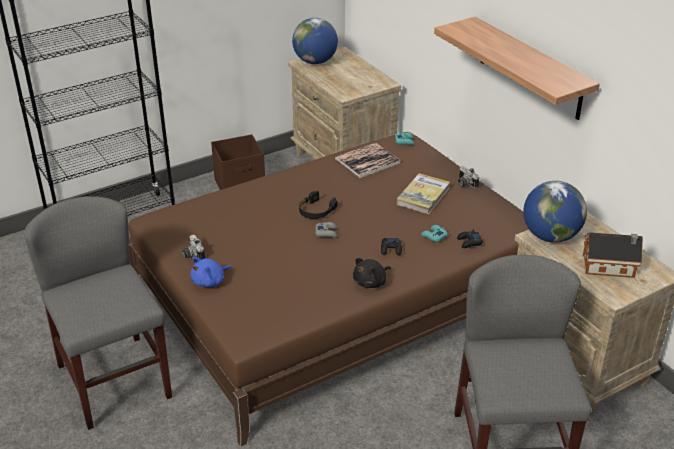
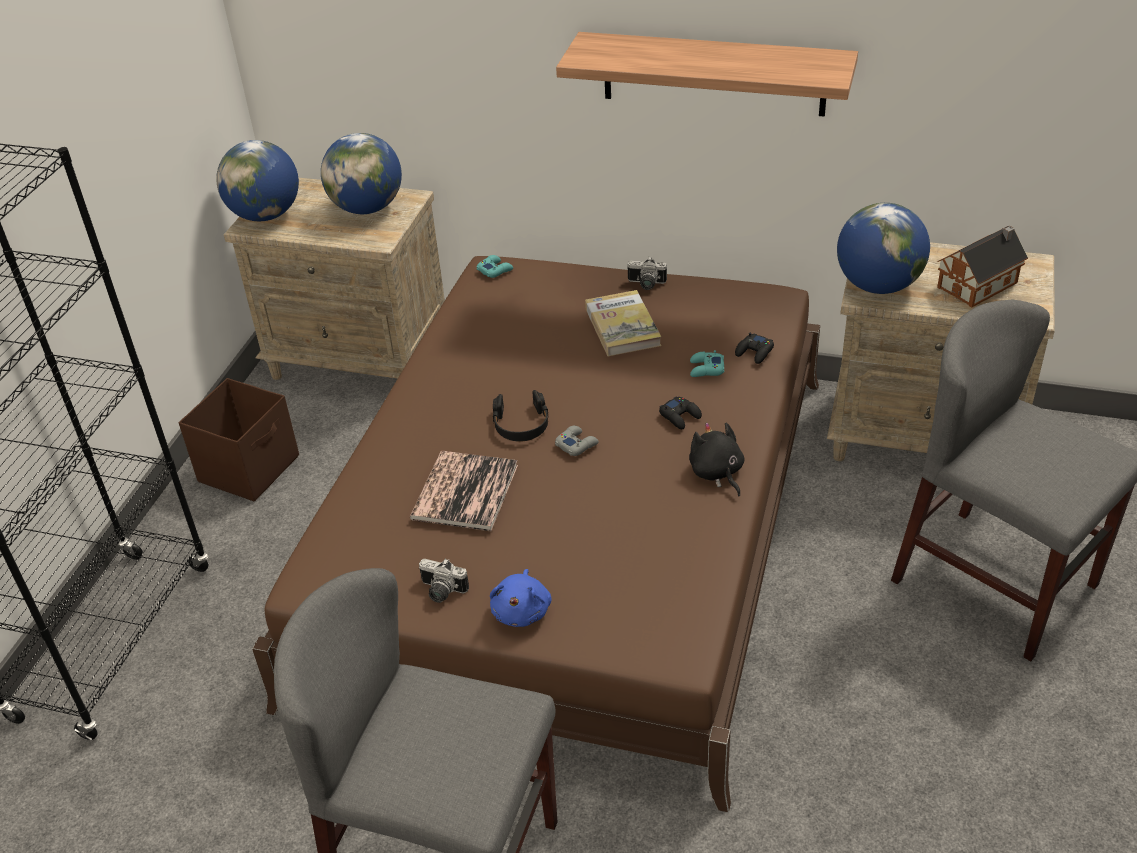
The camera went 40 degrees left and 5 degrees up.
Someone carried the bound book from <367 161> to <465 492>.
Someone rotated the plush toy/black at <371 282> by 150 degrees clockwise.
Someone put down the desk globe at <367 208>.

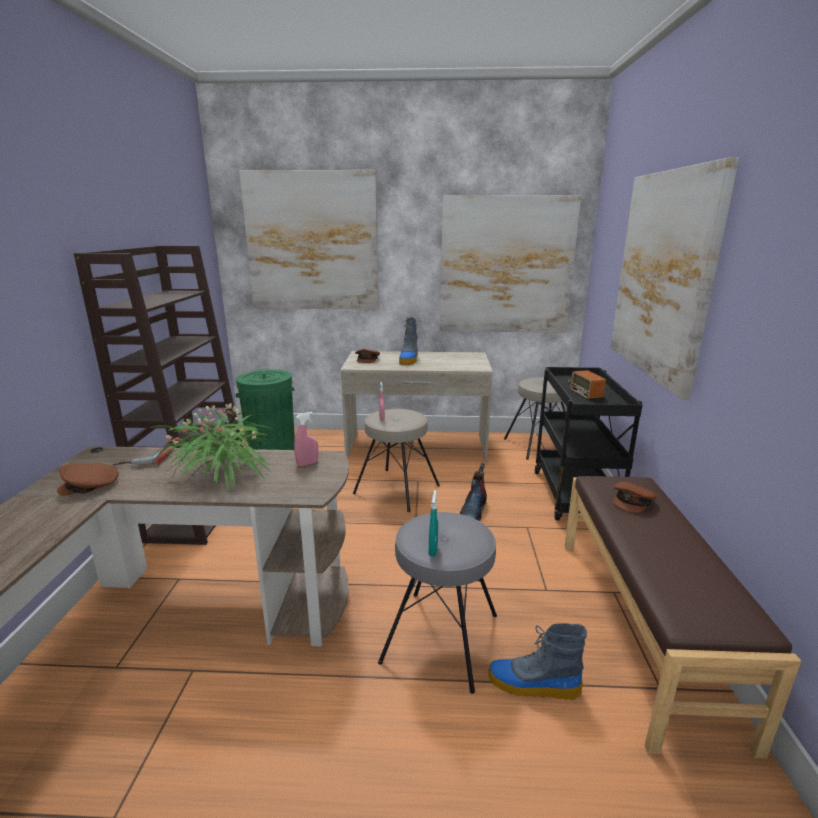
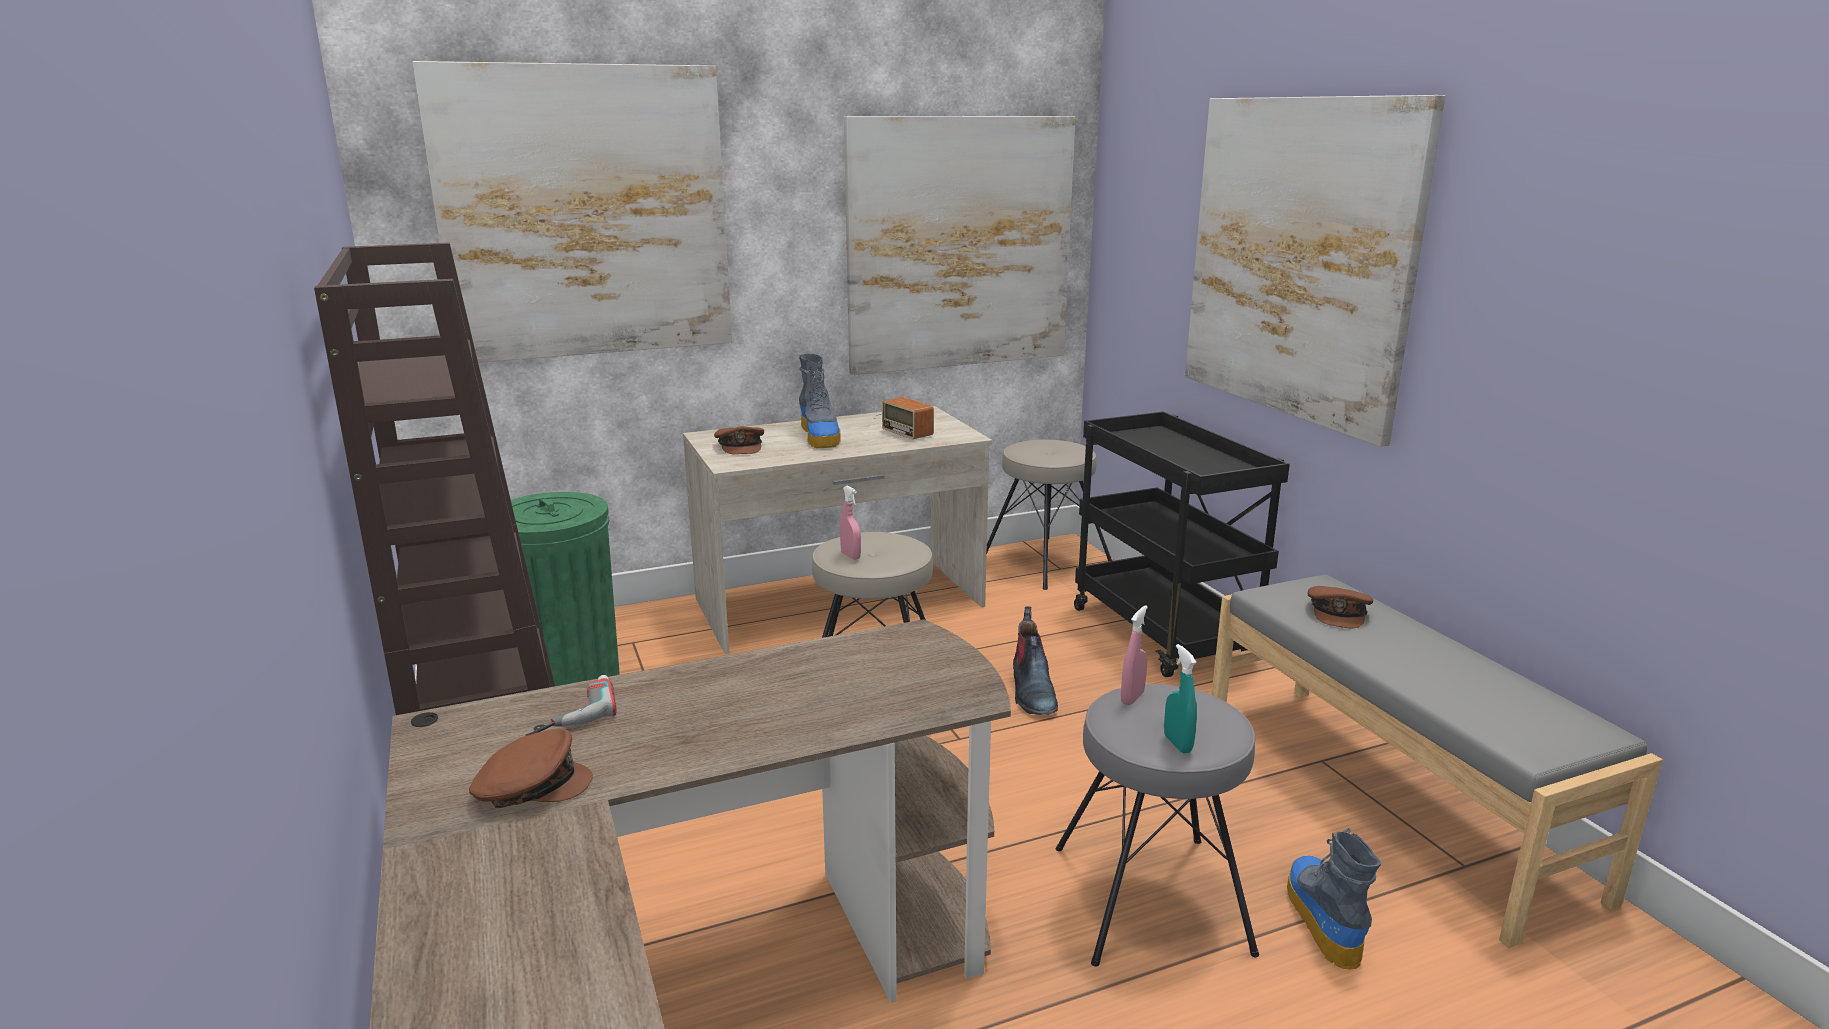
The camera went 25 degrees left and 0 degrees up.
Someone rotated the cap/brown at <90 486> by 150 degrees counterclockwise.
Someone took away the plant in a pot at <223 472>.
Someone carried the sprayer/pinkish from <307 464> to <1132 698>.
Someone rotated the boot at <532 685> by 105 degrees clockwise.
Someone repainted the indoor bench/brown at <642 626>, which became the indoor bench/greyish at <1389 796>.
Someone carried the radio receiver from <587 388> to <905 424>.

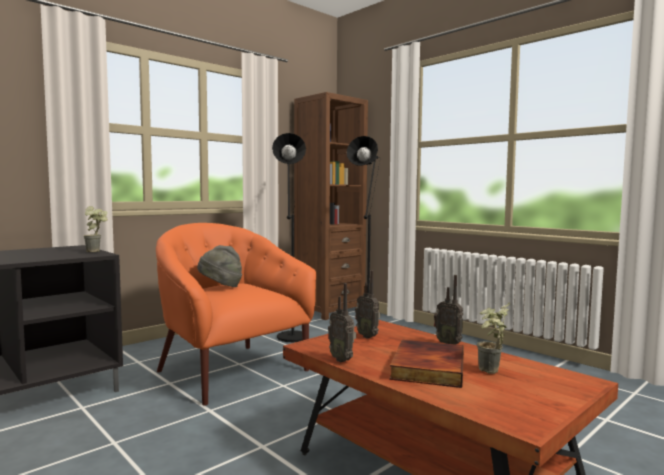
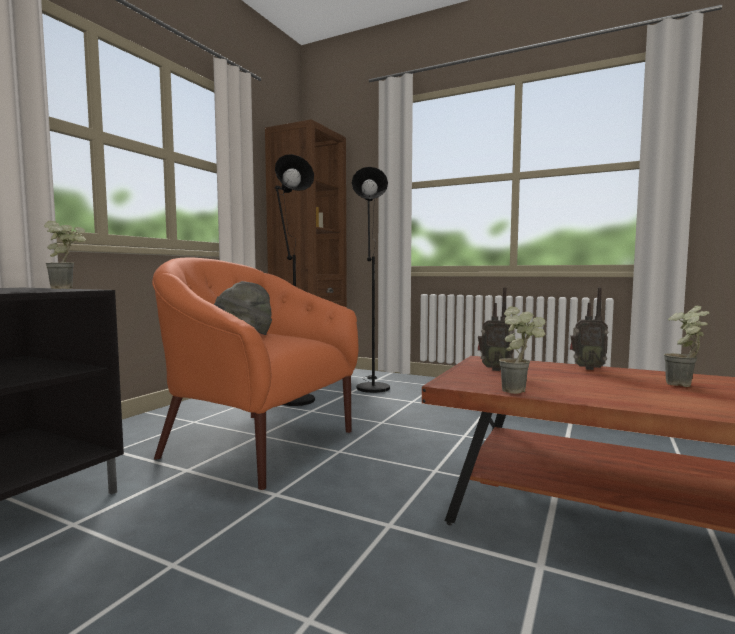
The camera went 20 degrees left and 0 degrees up.
Someone swapped the radio receiver at <342 359> for the plant in a pot at <520 391>.
Someone took away the bound book at <426 367>.

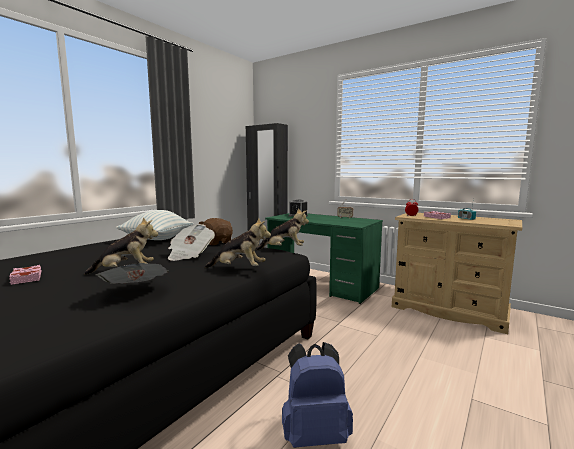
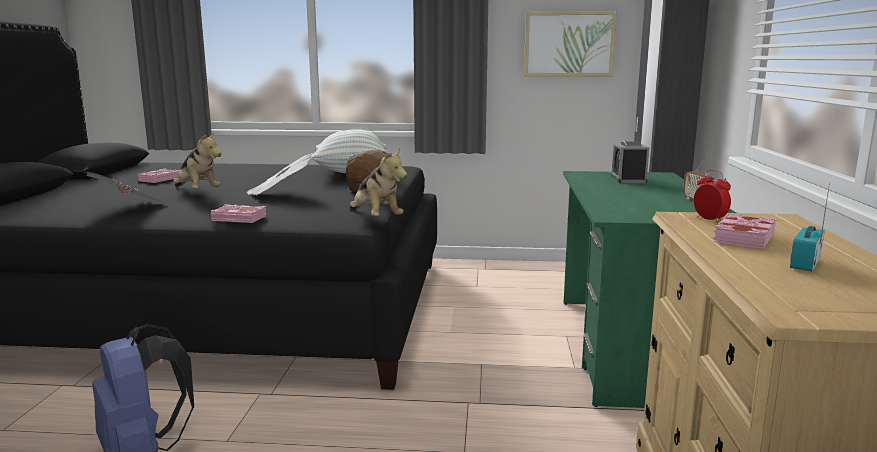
The camera went 60 degrees right and 5 degrees up.
Someone swapped the plush toy at <239 269> for the bound book/pinkish at <239 219>.
Someone put up the wall art at <568 44>.

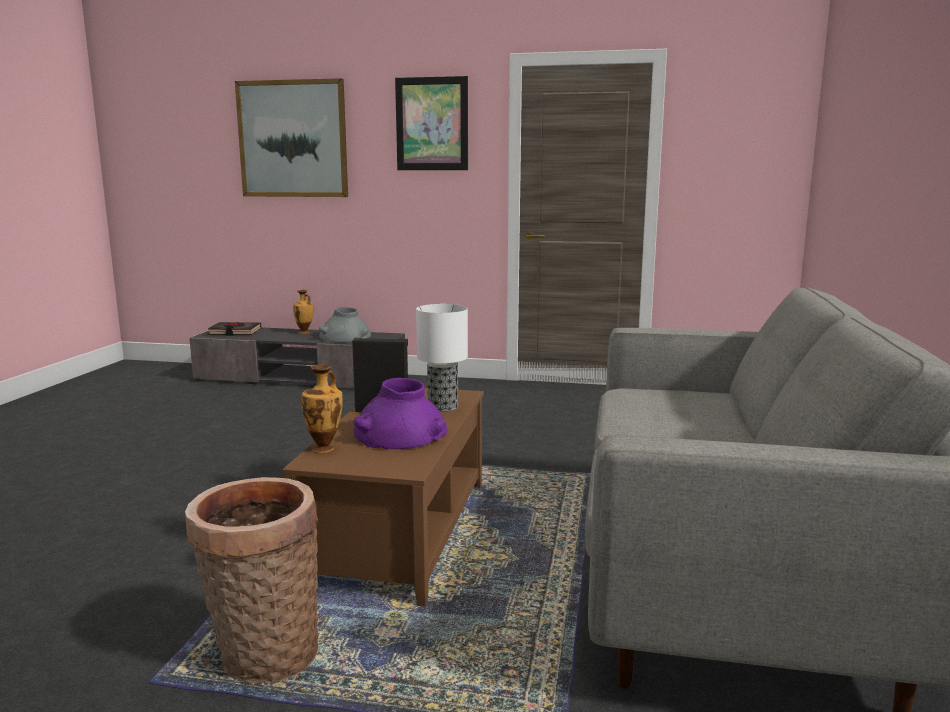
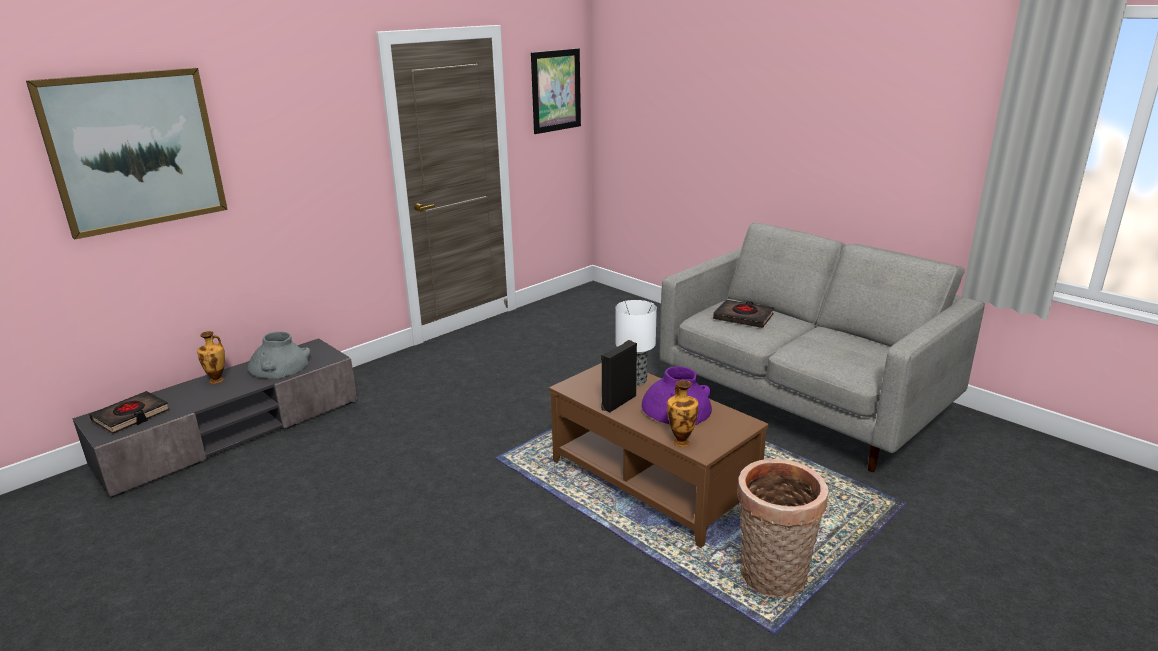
The camera went 55 degrees left and 10 degrees up.
Someone carried the wall art from <432 124> to <556 90>.
Someone put down the bound book/black at <743 317>.

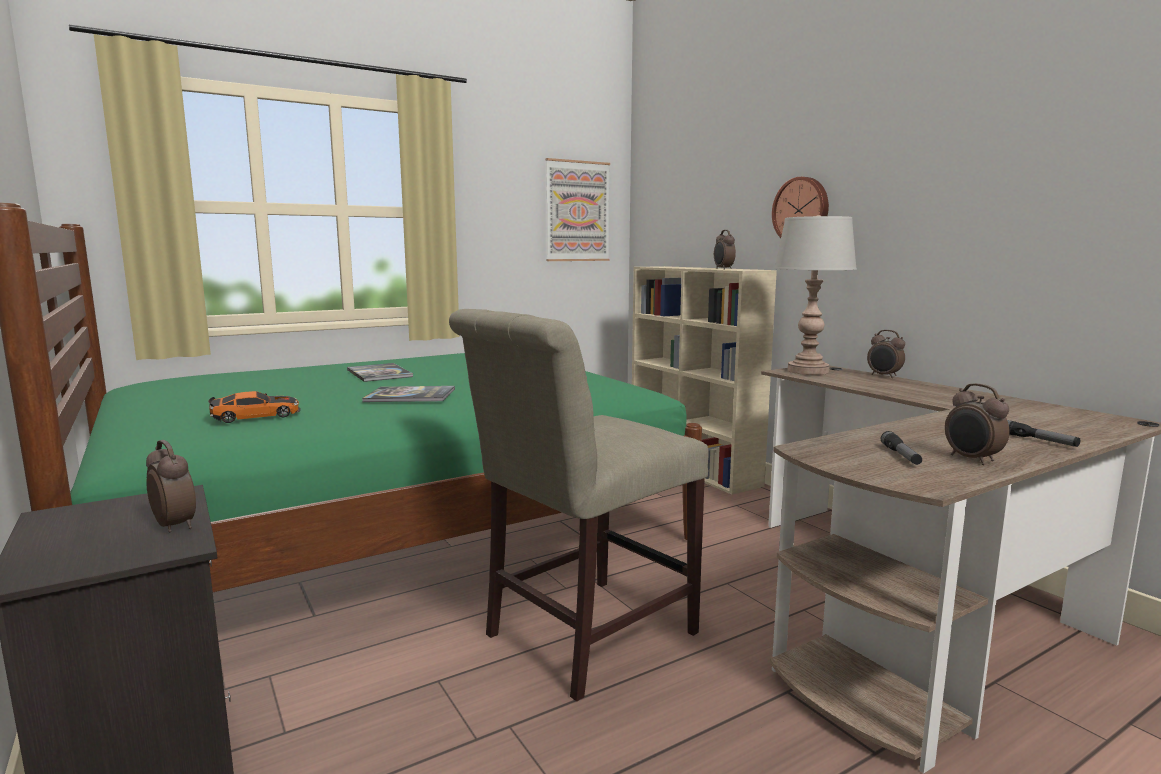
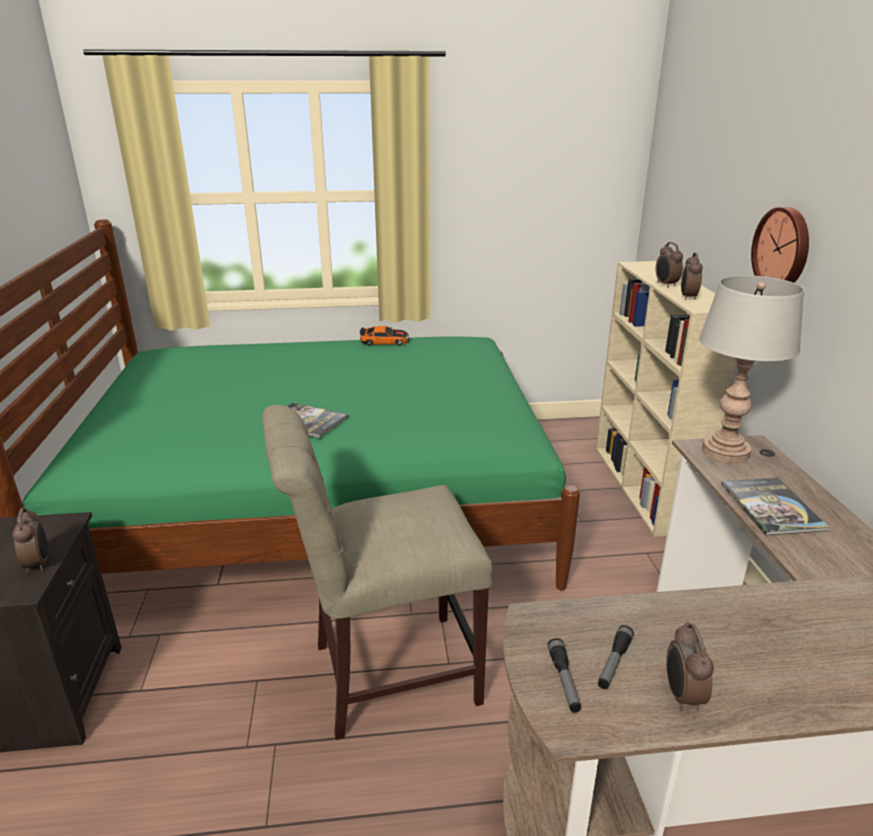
The camera went 25 degrees right and 15 degrees up.
Someone carried the model car from <256 415> to <384 341>.
Someone carried the bound book from <379 374> to <771 507>.
Someone took away the wall art at <577 211>.
Someone carried the alarm clock from <884 376> to <665 285>.
Someone carried the flashlight from <1037 440> to <564 680>.

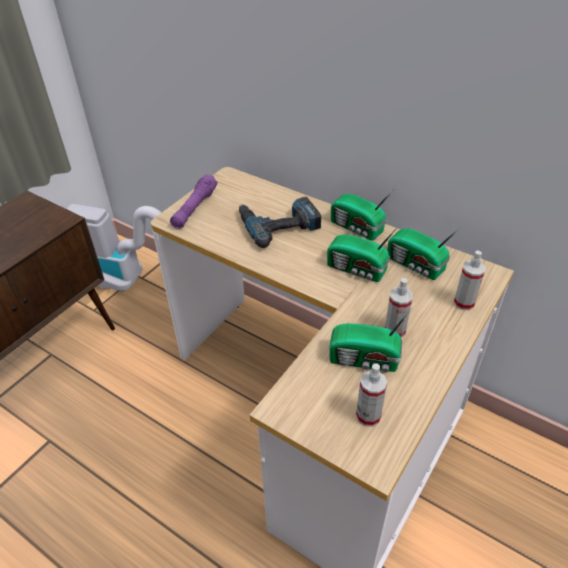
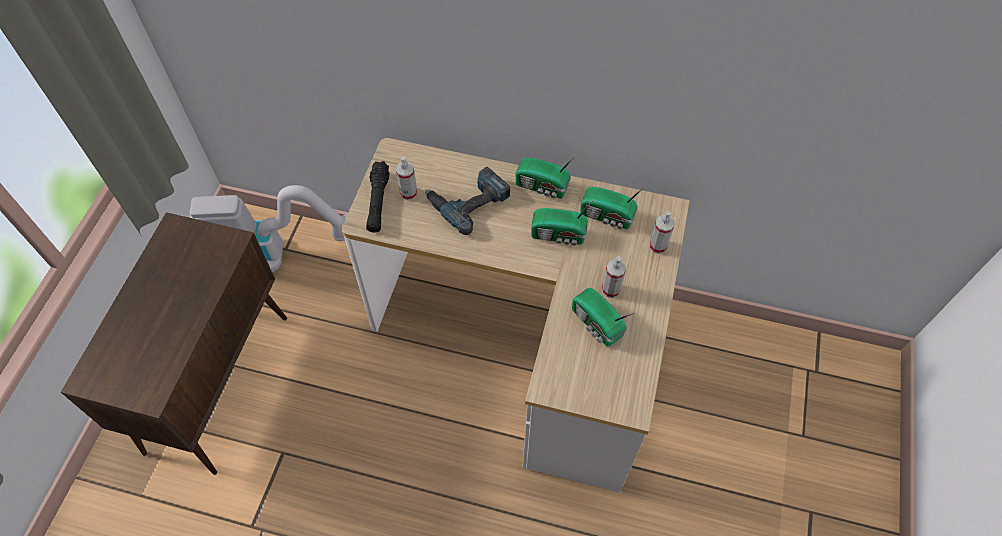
The camera went 20 degrees left and 15 degrees up.
Someone repainted the flashlight/purple-coloured at <194 208>, which became the flashlight/black at <378 202>.
Someone rotated the radio receiver at <365 360> by 60 degrees clockwise.
Someone carried the sprayer from <368 416> to <408 193>.

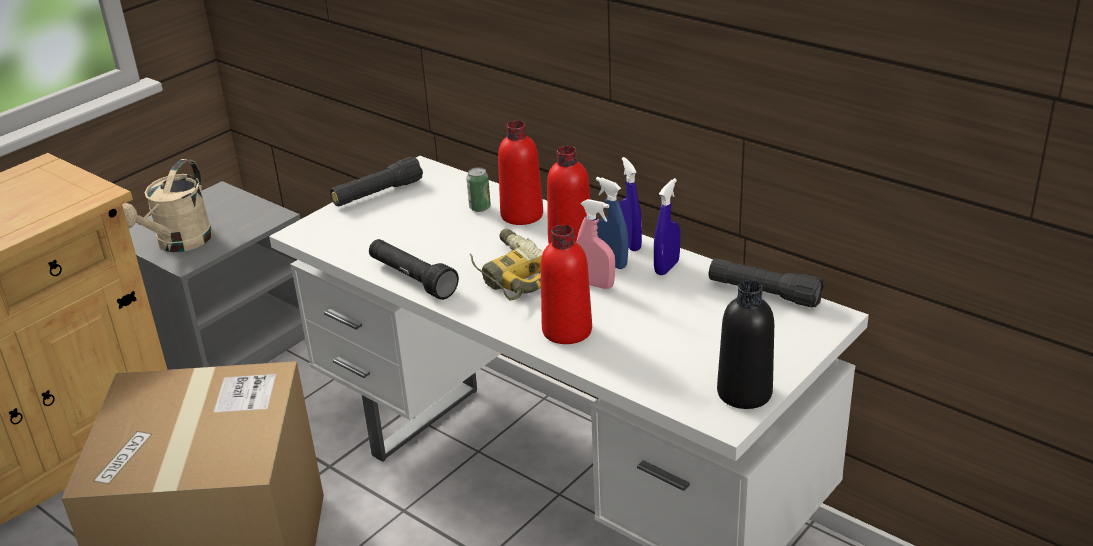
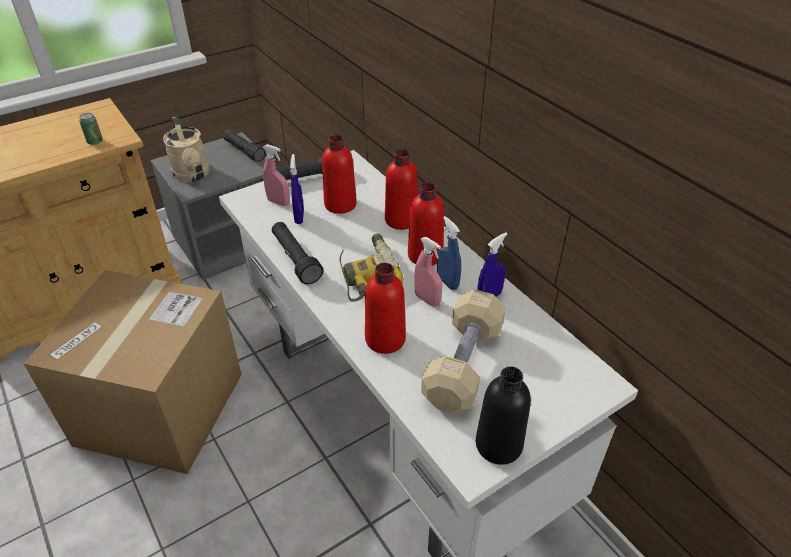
The camera went 15 degrees right and 10 degrees up.
Someone rotated the watering can/beige at <179 244> by 60 degrees counterclockwise.
Someone carried the sealed can from <480 208> to <95 142>.
Someone carried the sprayer/blue from <630 244> to <299 217>.
Someone carried the flashlight/black from <764 293> to <244 151>.
Someone put down the sprayer/pinkish at <278 202>.
Someone put down the bottle/red at <340 204>.
Someone put down the free weight/beige at <463 364>.

